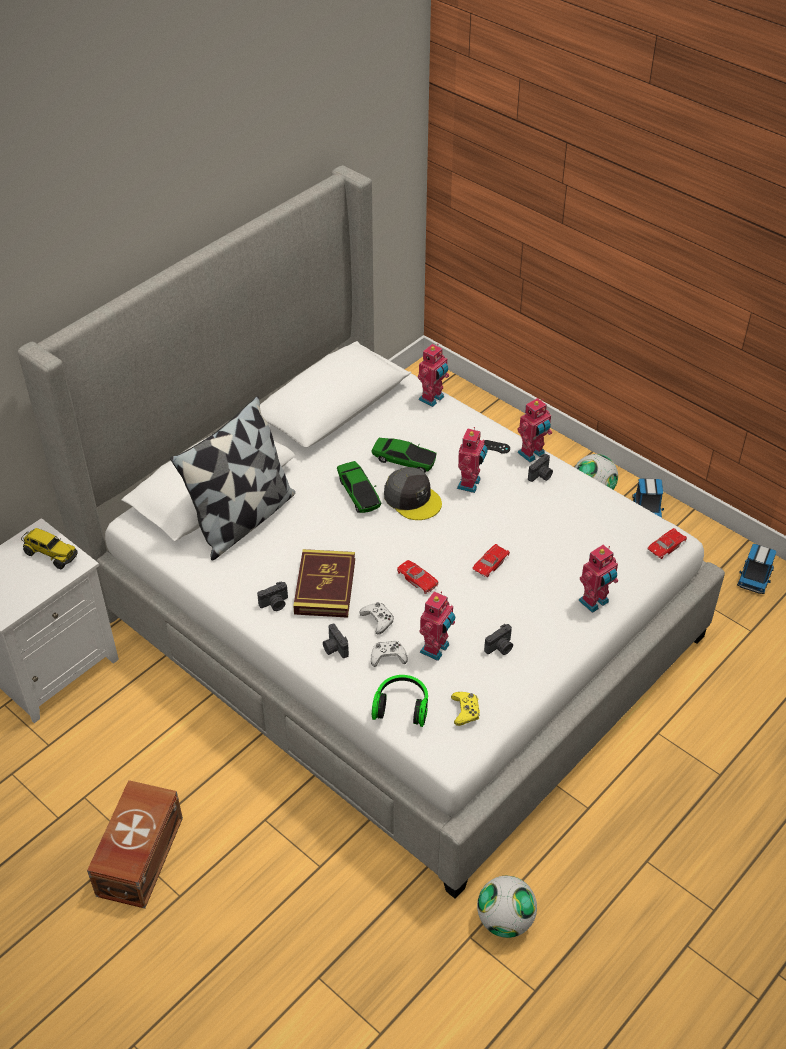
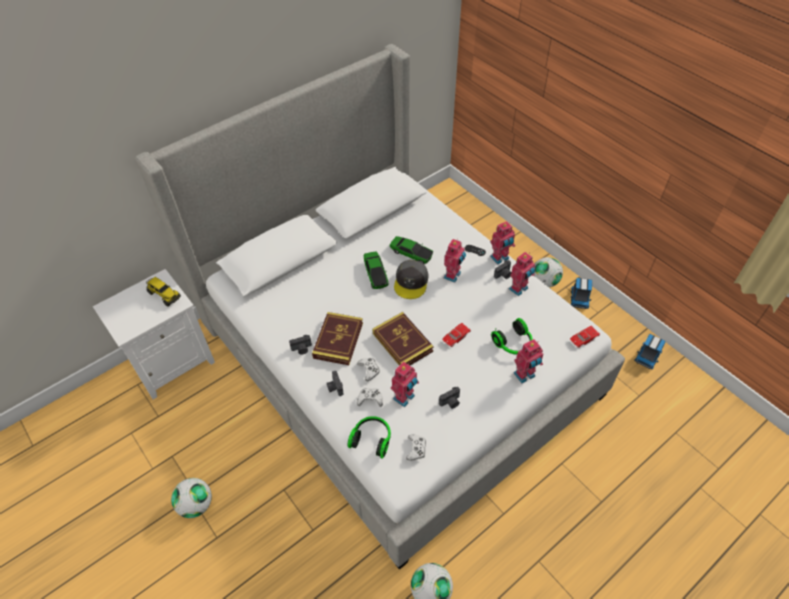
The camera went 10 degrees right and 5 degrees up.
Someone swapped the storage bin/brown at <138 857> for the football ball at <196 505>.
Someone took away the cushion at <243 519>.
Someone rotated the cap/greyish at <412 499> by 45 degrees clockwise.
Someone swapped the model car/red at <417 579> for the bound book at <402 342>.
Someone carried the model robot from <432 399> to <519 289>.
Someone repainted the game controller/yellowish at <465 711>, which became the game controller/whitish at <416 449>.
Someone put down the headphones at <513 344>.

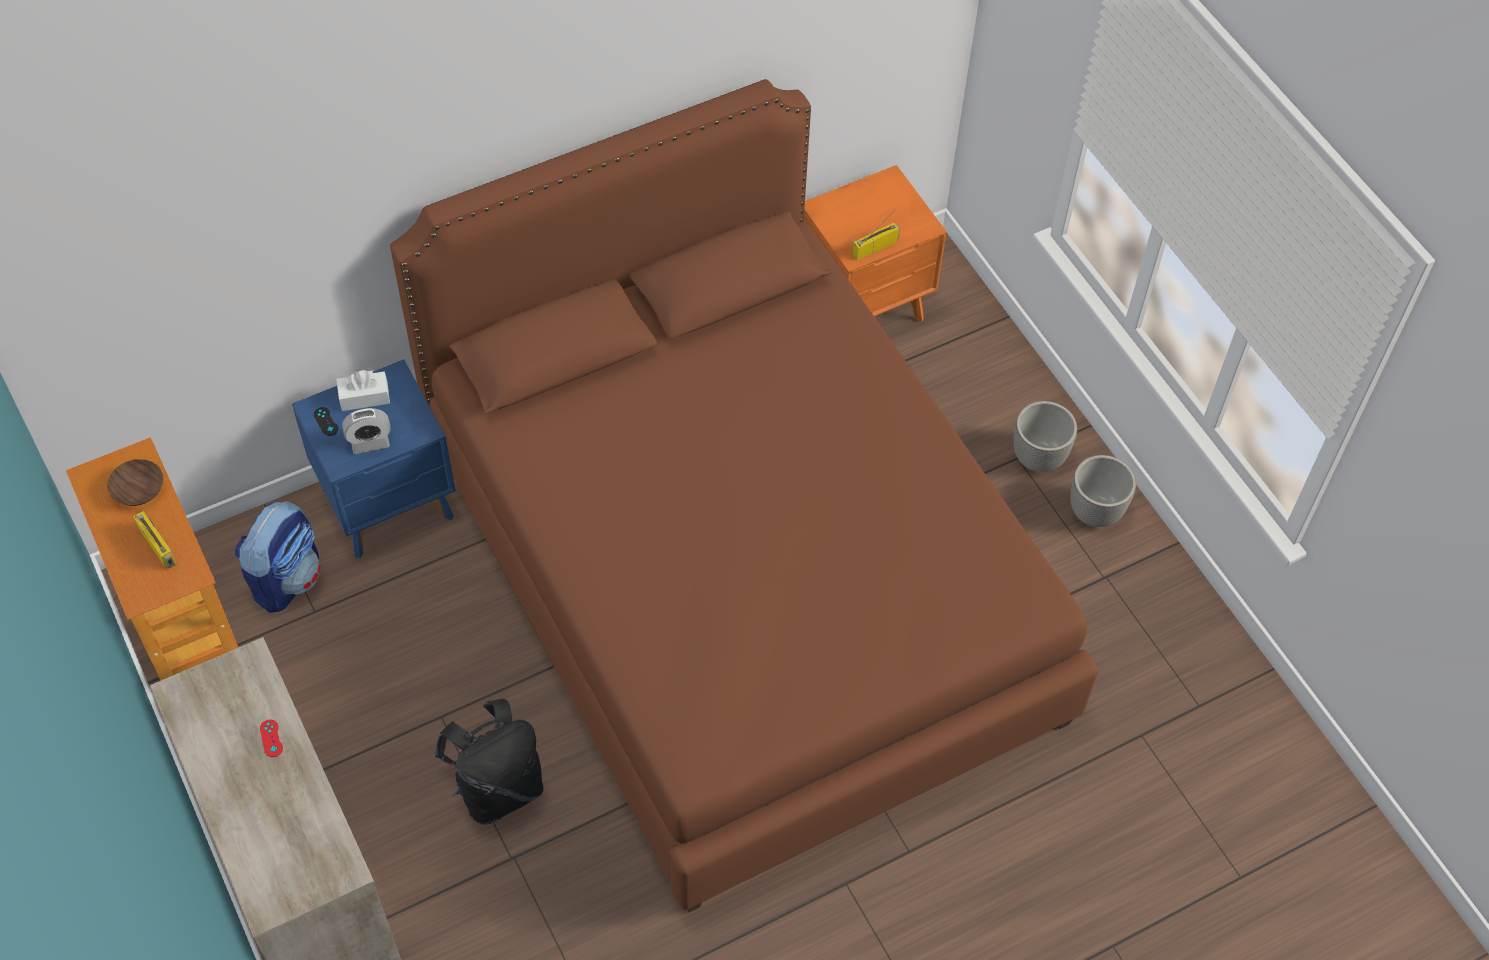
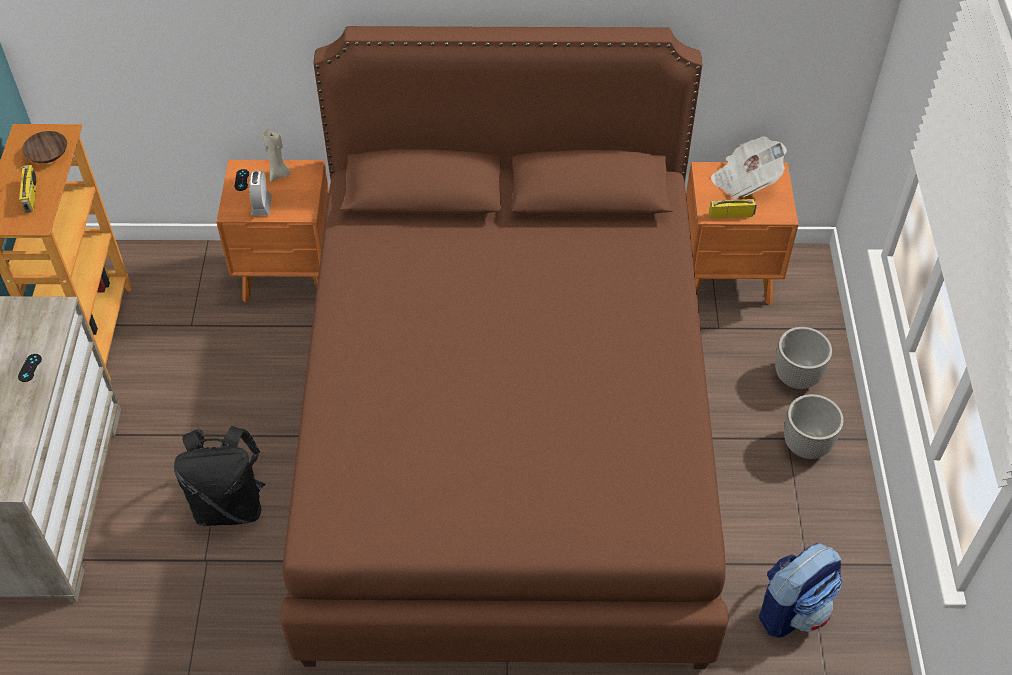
The camera went 30 degrees right and 5 degrees down.
Someone carried the rucksack from <287 578> to <792 609>.
Someone repainted the game controller/red at <271 738>, which became the game controller/black at <30 368>.
Someone repainted the bedside table/blue at <390 504>, which became the bedside table/orange-coloured at <290 275>.
Someone swapped the box of tissues/whitish at <364 397> for the wax light/beige at <279 174>.
Someone rotated the alarm clock at <370 442> by 75 degrees clockwise.
Someone carried the plant pot from <1096 511> to <797 377>.
Someone put down the daily paper at <745 181>.

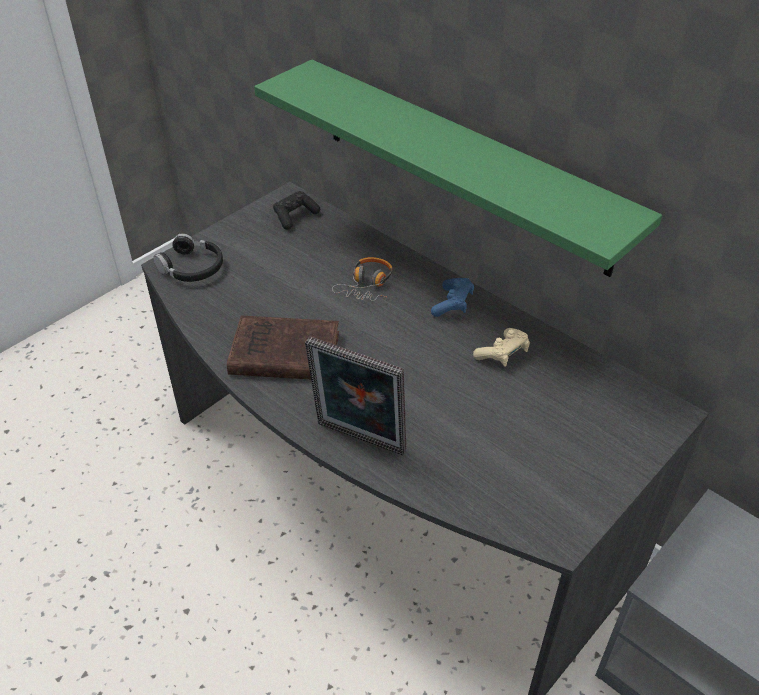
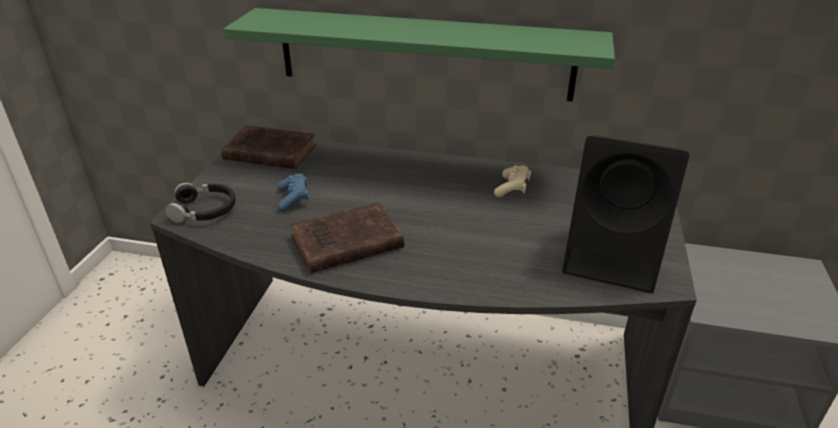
The camera went 30 degrees left and 10 degrees down.
Someone swapped the game controller/black at <295 216> for the bound book/brown at <268 152>.
Someone took away the photo frame at <358 441>.
Someone took away the headphones at <367 285>.
Someone carried the game controller/blue from <452 304> to <293 199>.
Someone put down the speaker/black at <615 258>.

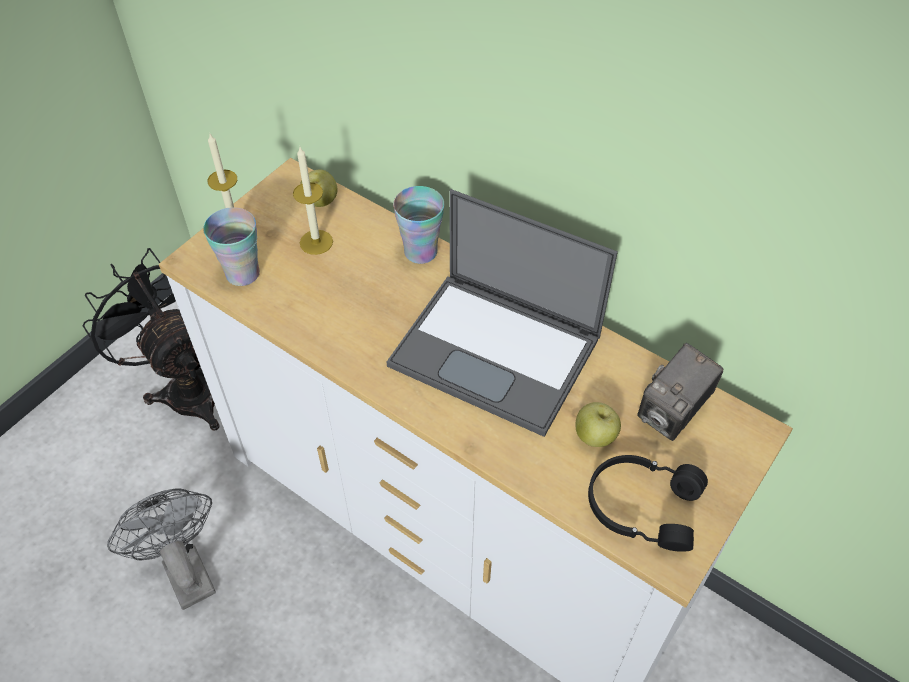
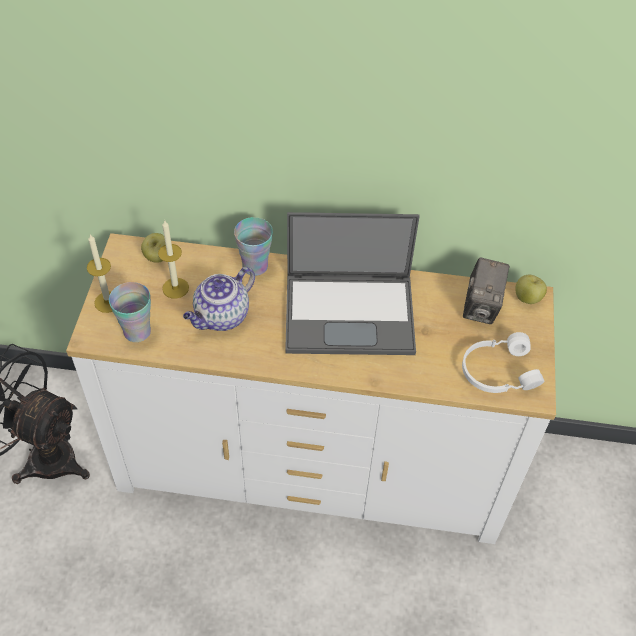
The camera went 30 degrees left and 0 degrees up.
Someone took away the electric fan/greyish at <184 570>.
Someone carried the apple fruit from <595 436> to <527 298>.
Someone repainted the headphones/black at <642 506>, which became the headphones/whitish at <497 371>.
Someone put down the teapot at <221 317>.

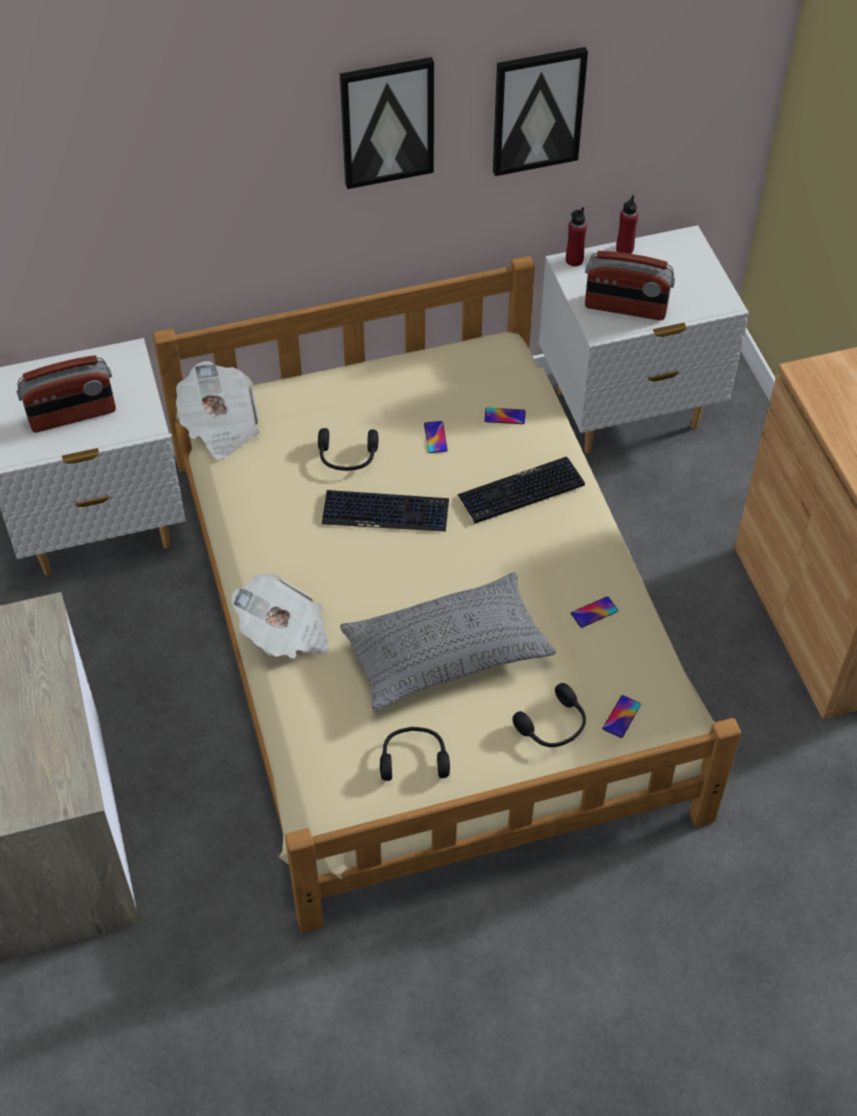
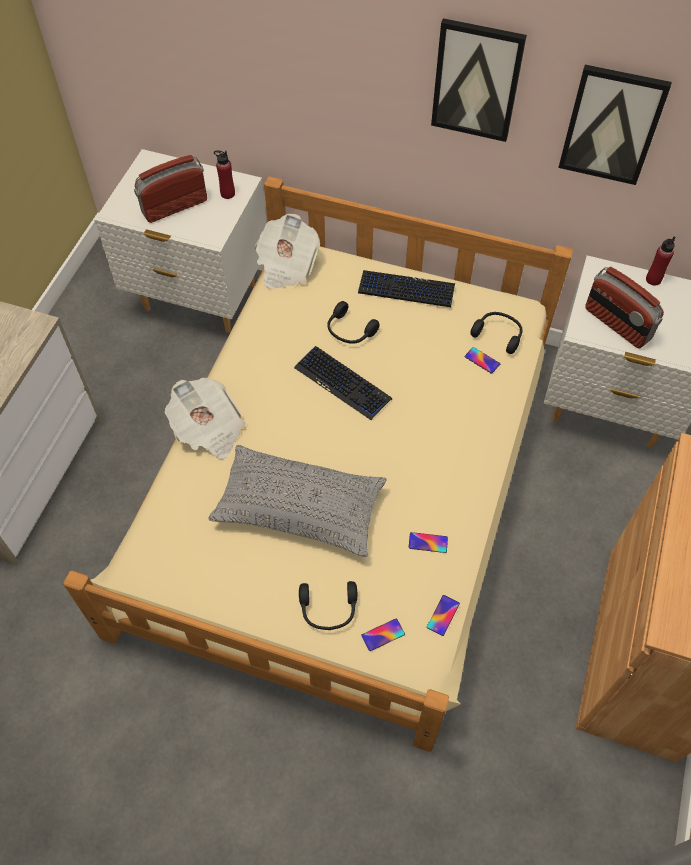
The camera went 35 degrees right and 5 degrees up.
Someone rotated the radio receiver at <72 415> by 135 degrees clockwise.
Someone carried the headphones/black from <414 758> to <498 334>.
Someone carried the phone from <435 437> to <443 615>.
Someone carried the keyboard from <521 491> to <406 289>.
Someone carried the bottle/red from <574 260> to <227 193>.

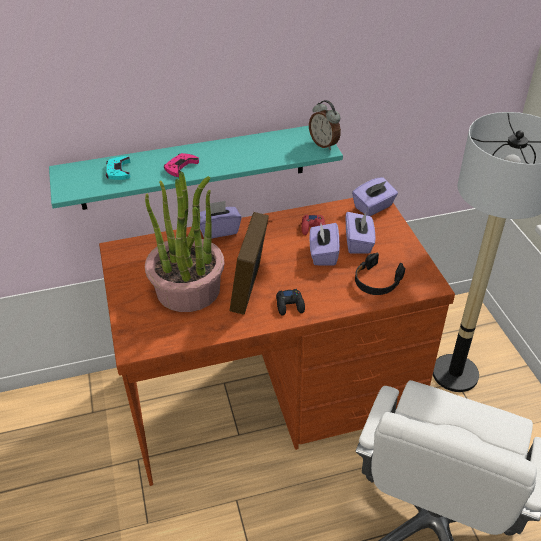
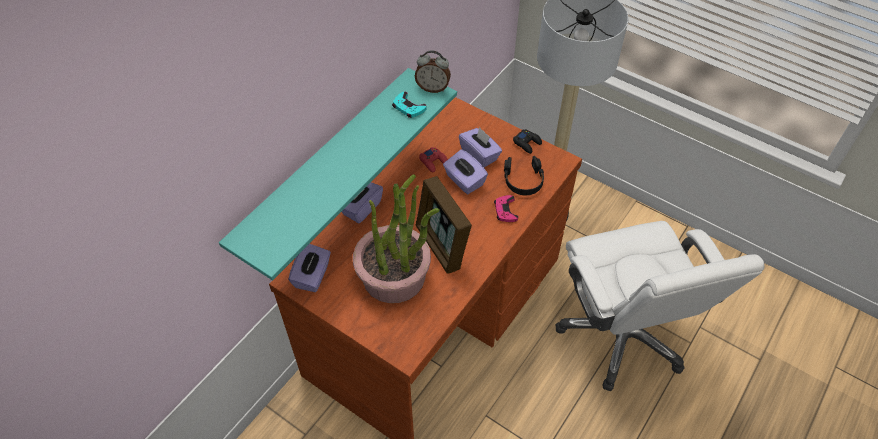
The camera went 40 degrees left and 10 degrees up.
Someone carried the game controller/blue-green from <118 171> to <408 107>.
Someone carried the game controller/pinkish from <180 167> to <505 210>.
Someone carried the game controller/black from <290 305> to <527 143>.
Someone carried the box of tissues/purple-coloured from <373 207> to <312 276>.

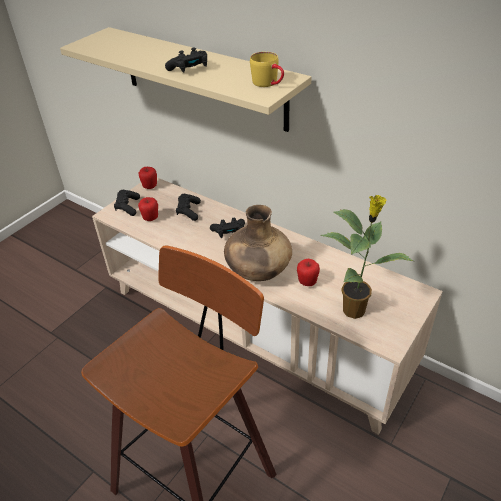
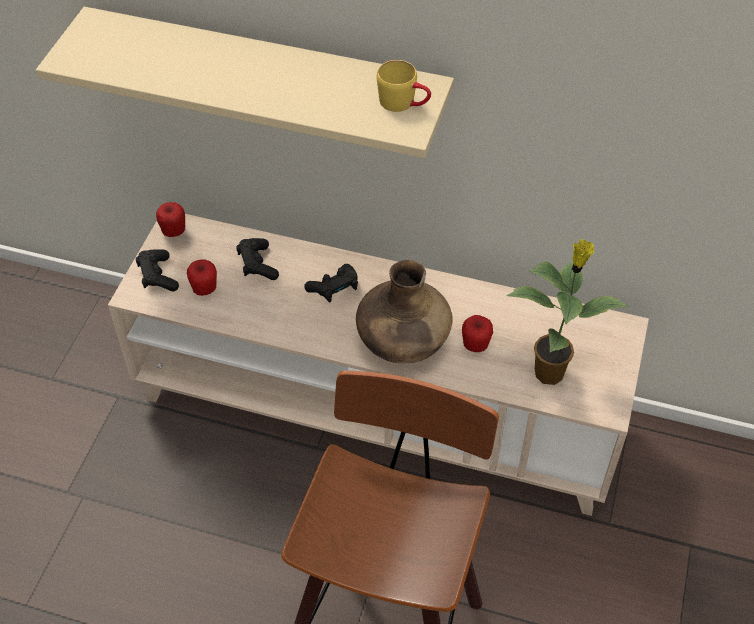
The camera went 20 degrees left and 10 degrees up.
Someone took away the game controller/black at <189 69>.

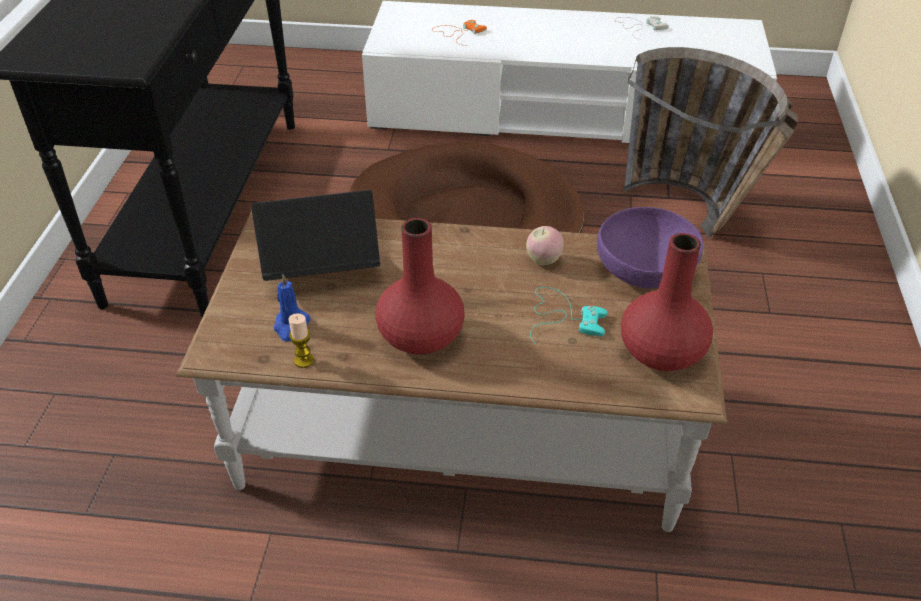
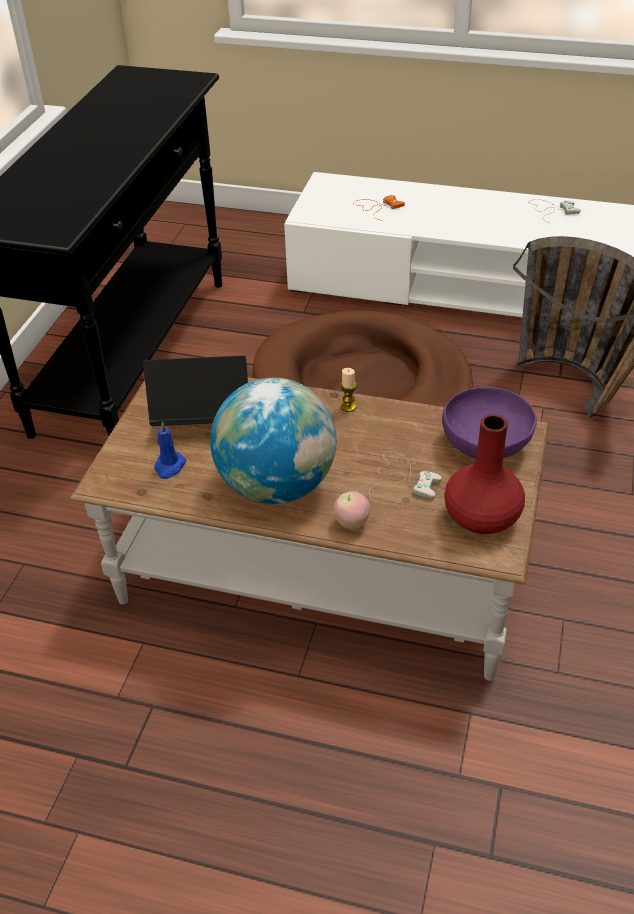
The camera went 10 degrees right and 0 degrees up.
Someone carried the wax light from <304 360> to <348 406>.
Someone swapped the vase/red at <422 337> for the desk globe at <277 485>.
Someone carried the apple fruit from <543 260> to <351 523>.
Someone repainted the game controller/blue-green at <563 316>, which became the game controller/whitish at <402 478>.

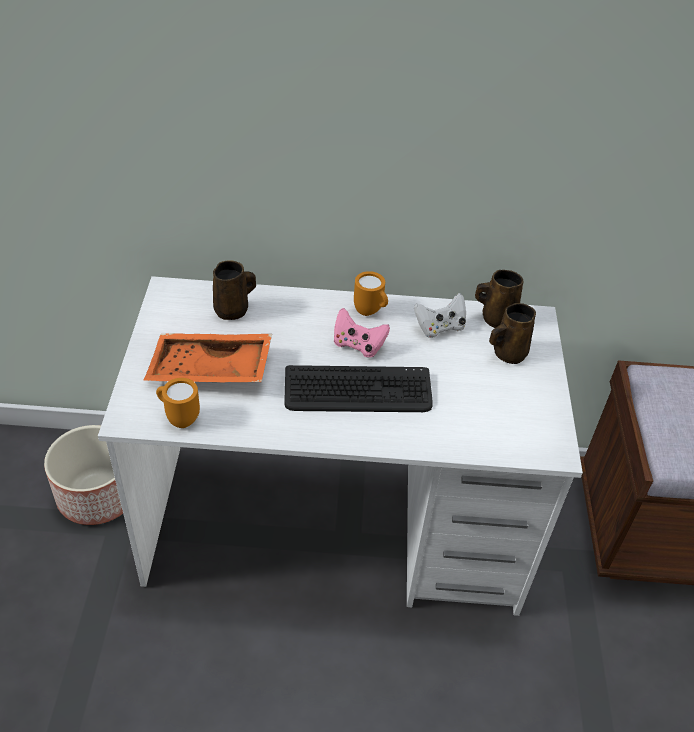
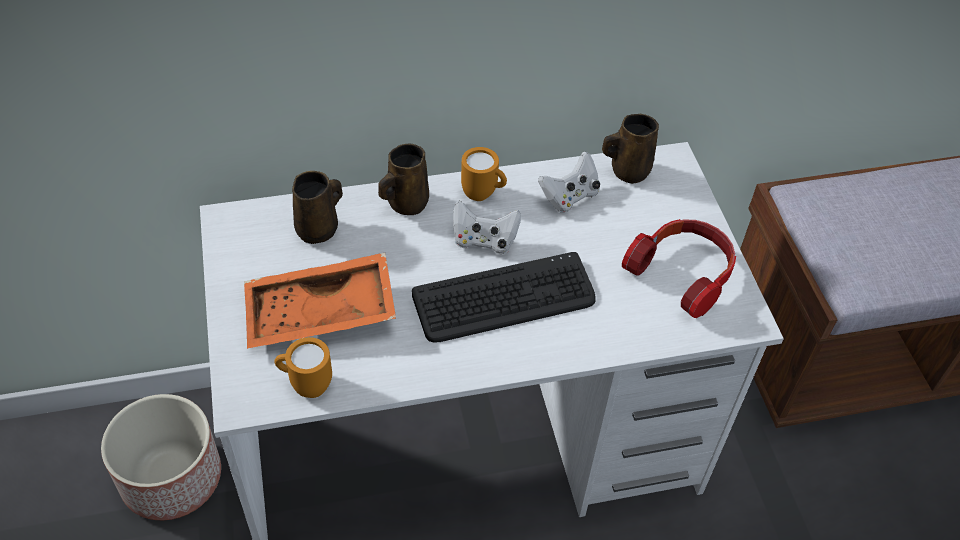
The camera went 15 degrees left and 5 degrees up.
Someone repainted the game controller/pinkish at <358 345>, which became the game controller/whitish at <484 241>.
Someone carried the coffee mug/brown from <507 353> to <405 203>.
Someone put down the headphones at <683 273>.

